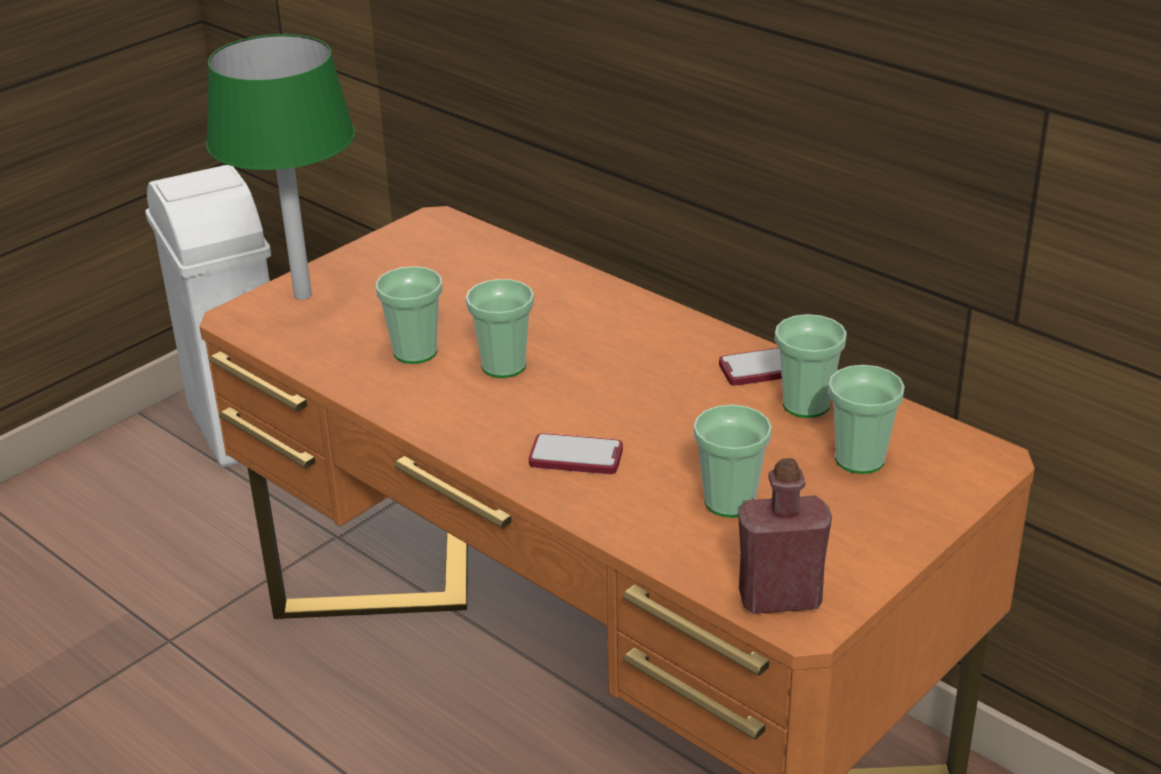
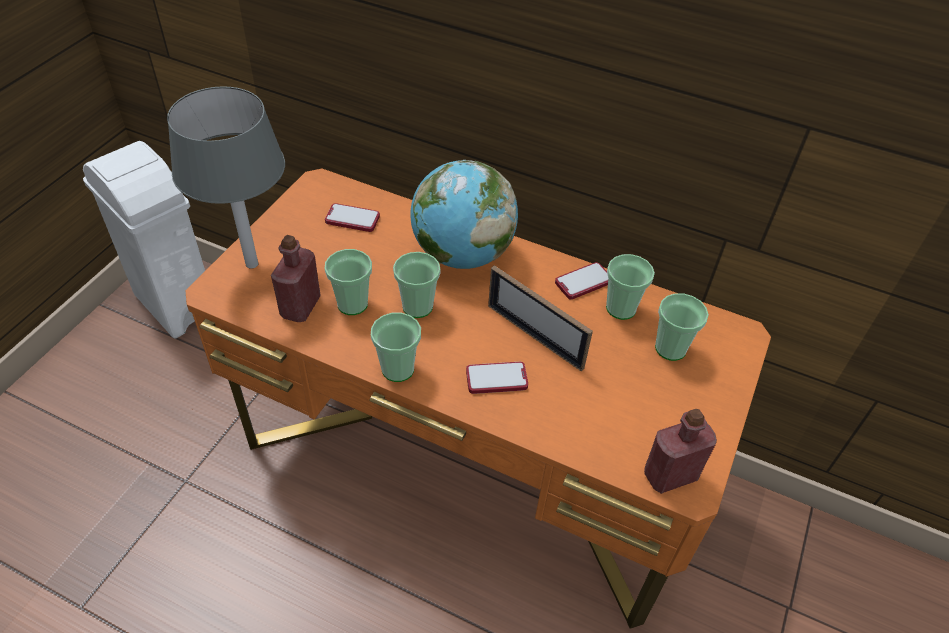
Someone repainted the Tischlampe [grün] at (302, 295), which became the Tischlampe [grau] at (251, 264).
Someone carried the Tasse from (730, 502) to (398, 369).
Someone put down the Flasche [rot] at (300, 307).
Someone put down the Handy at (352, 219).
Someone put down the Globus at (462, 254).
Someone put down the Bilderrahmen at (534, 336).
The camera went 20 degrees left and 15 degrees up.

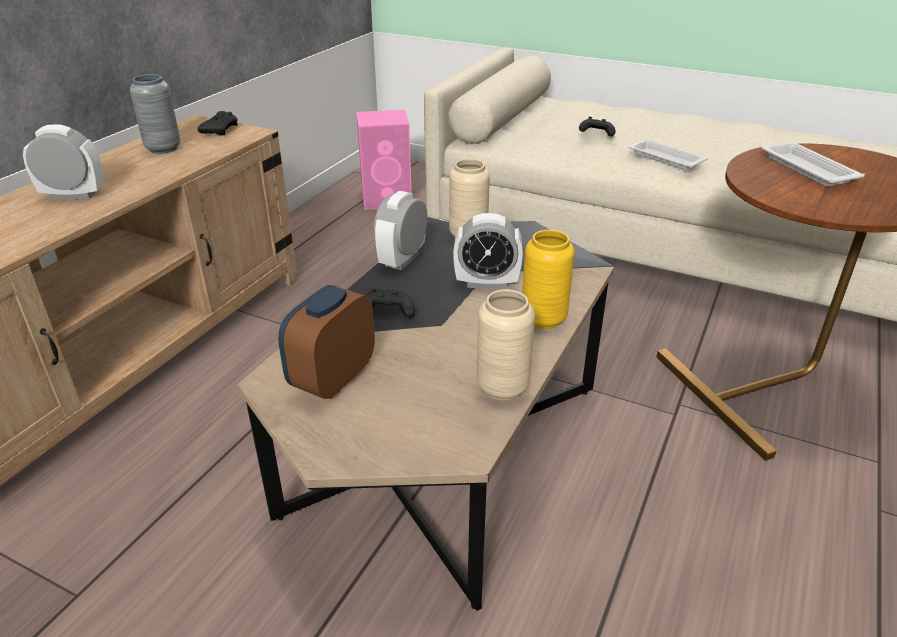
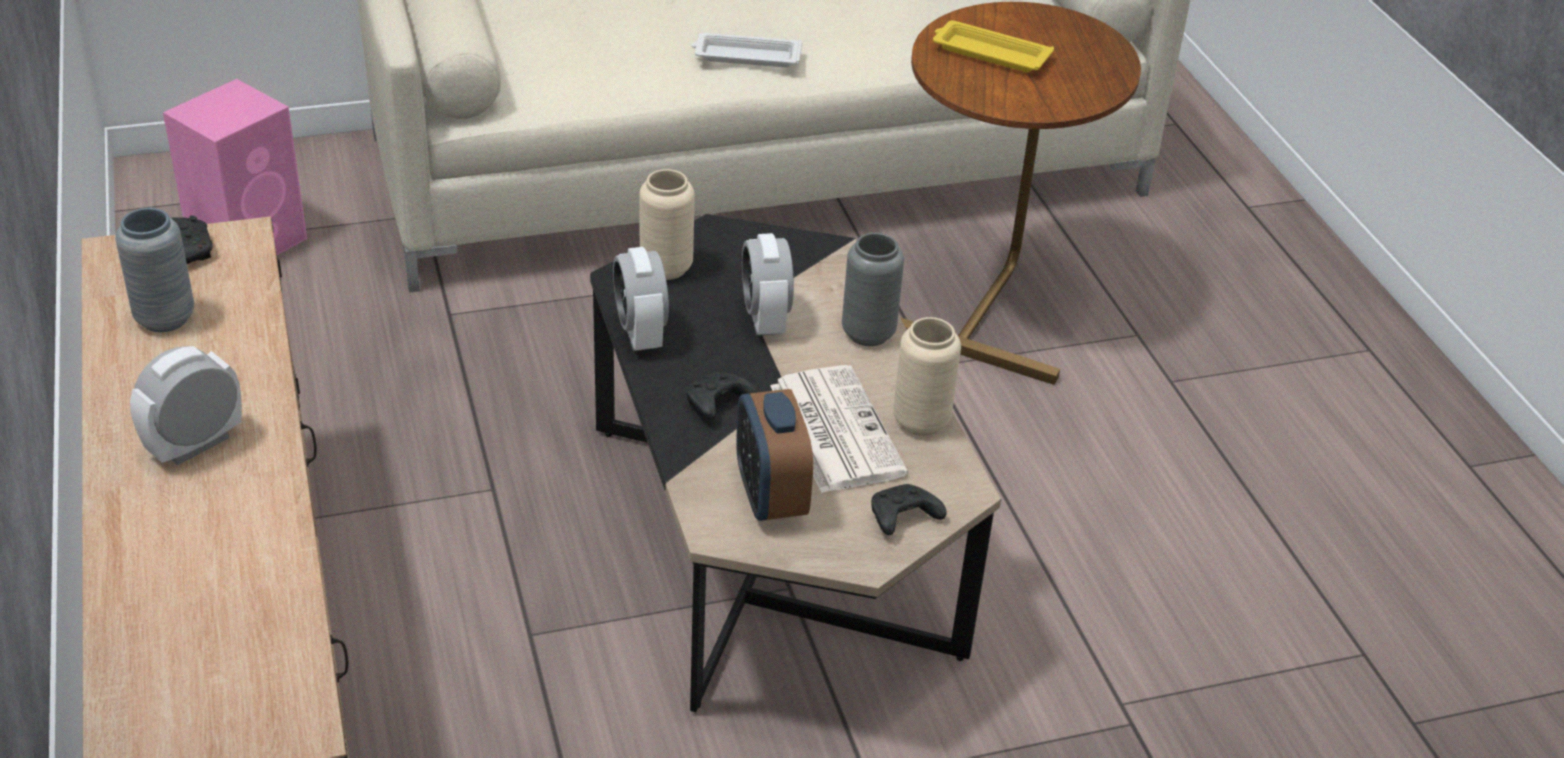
Someone rotated the Wecker at (486, 283) by 120 degrees clockwise.
Someone repainted the Vase [gelb] at (543, 319), which became the Vase [grau] at (868, 333).
Someone carried the Gamepad [schwarz] from (596, 133) to (902, 518).
Someone repainted the Tablett [weiß] at (806, 168), which became the Tablett [gelb] at (989, 53).
Someone put down the Zeitung at (834, 429).
The camera went 45 degrees left and 5 degrees up.

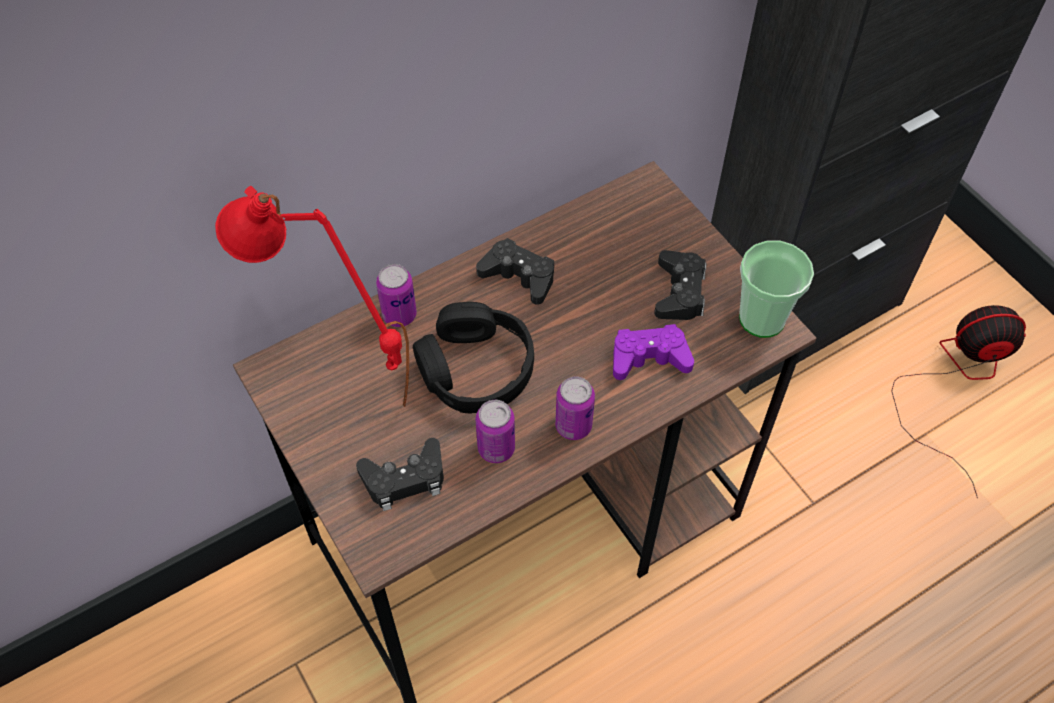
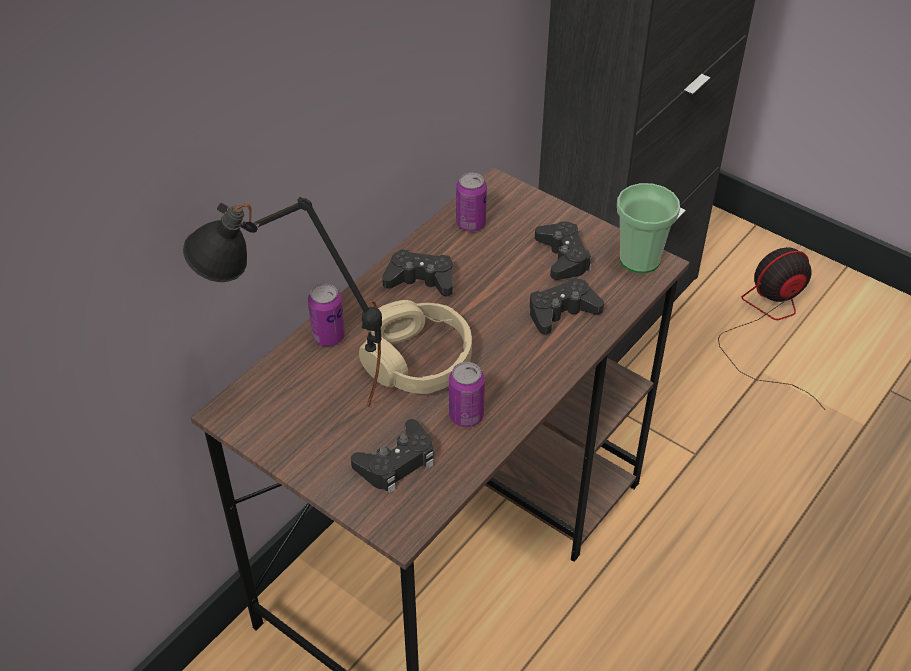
Someone repainted the Tischlampe [rot] at (340, 389), which became the Tischlampe [schwarz] at (302, 409).
Someone repainted the Kopfhörer [schwarz] at (475, 369), which became the Kopfhörer [beige] at (418, 360).
Someone carried the Dose from (573, 426) to (471, 224).
Someone repainted the Gamepad [lila] at (649, 358), which became the Gamepad [schwarz] at (562, 312).
The camera went 20 degrees left and 10 degrees down.

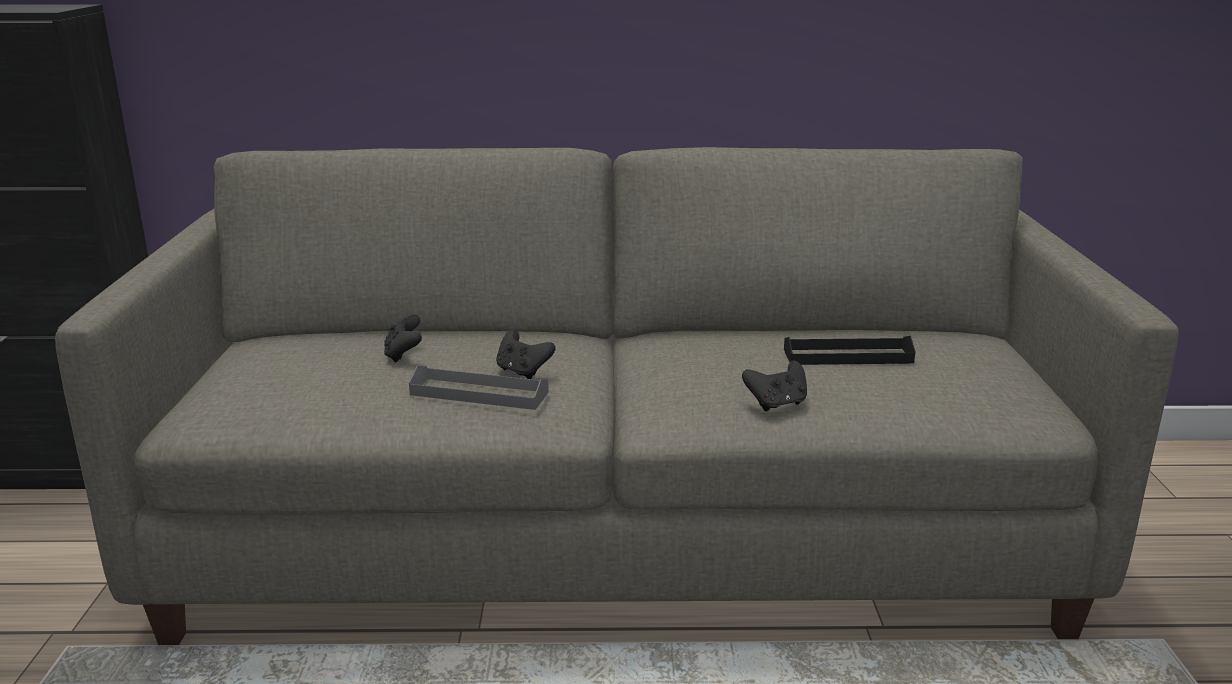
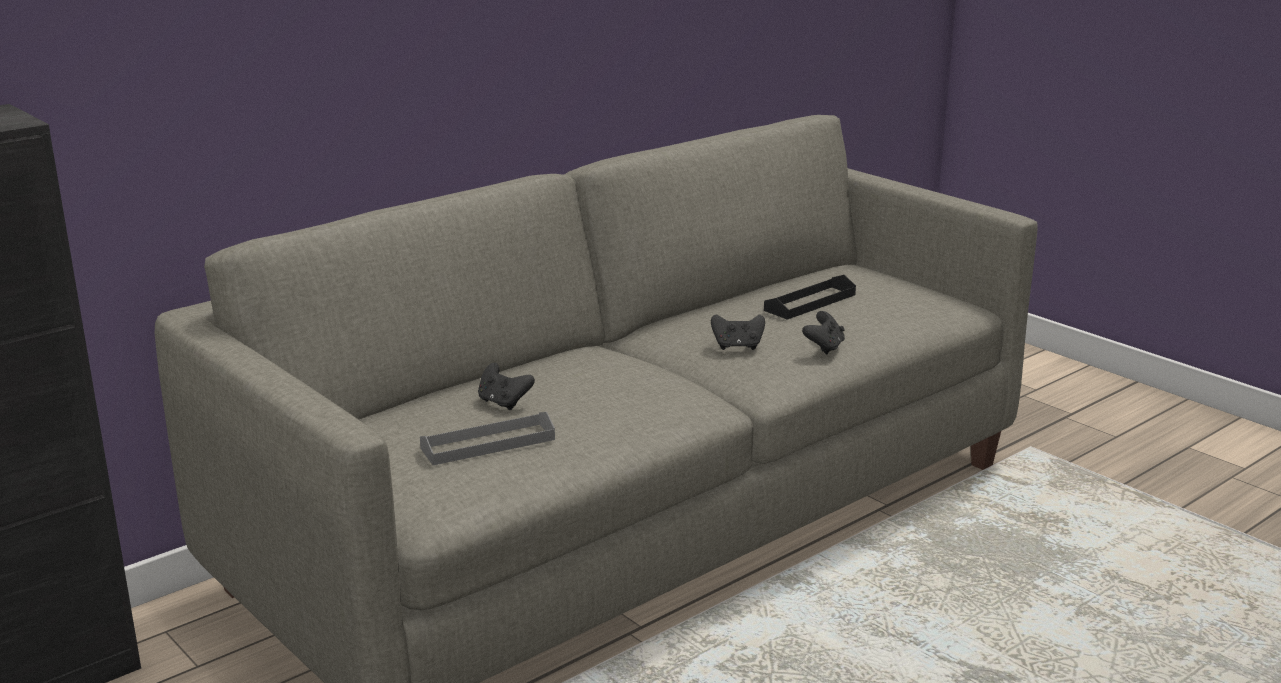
Someone carried the Tablett [grau] from (479, 393) to (488, 444).
Someone carried the Gamepad [schwarz] from (523, 372) to (737, 347).
The camera went 40 degrees left and 0 degrees up.

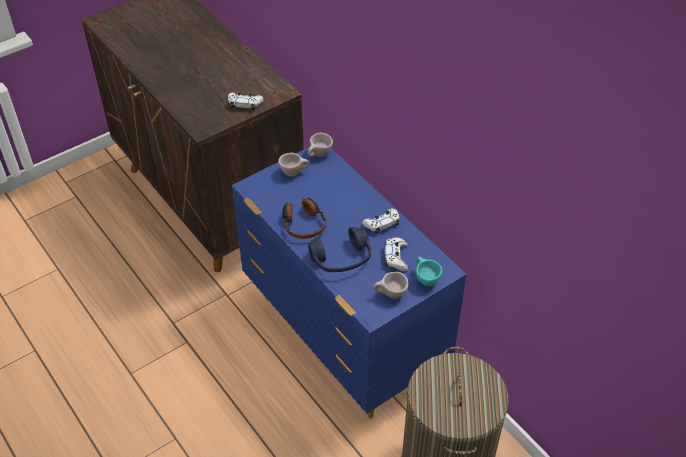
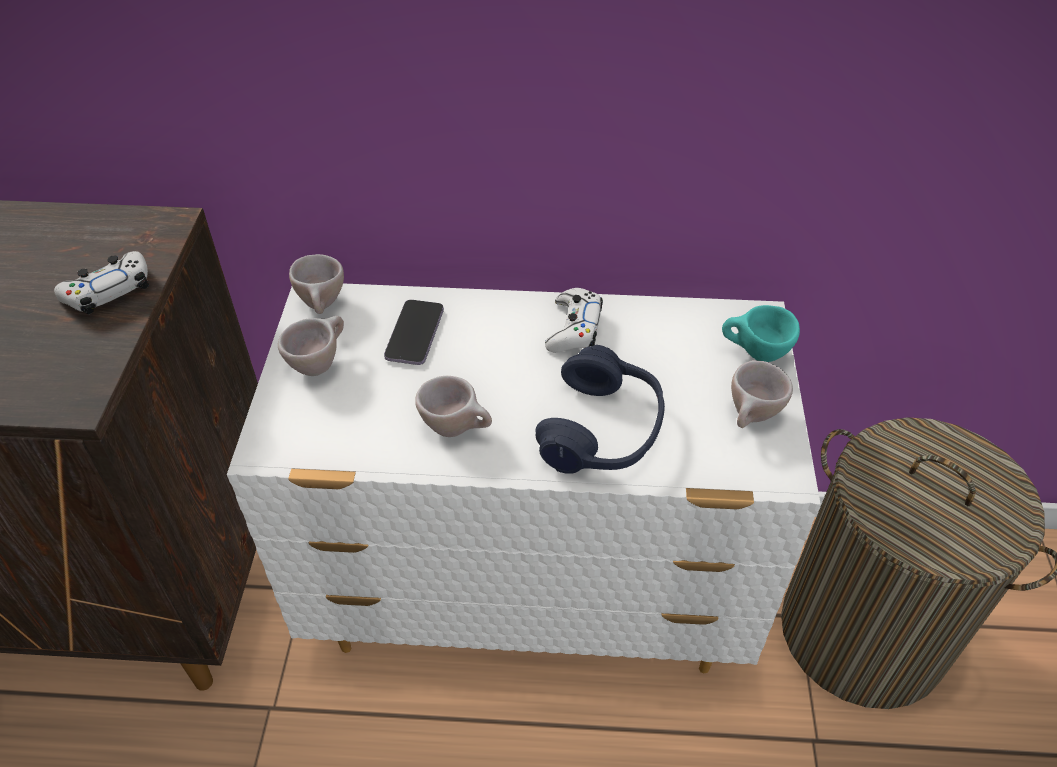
Someone repainted the Kommode [blau] at (344, 339), which became the Kommode [weiß] at (531, 599).
Someone swapped the Kopfhörer at (303, 223) for the Tasse [beige] at (457, 428).
Someone took away the Gamepad [weiß] at (396, 257).
Someone put down the Handy at (415, 334).
The camera went 50 degrees left and 0 degrees up.

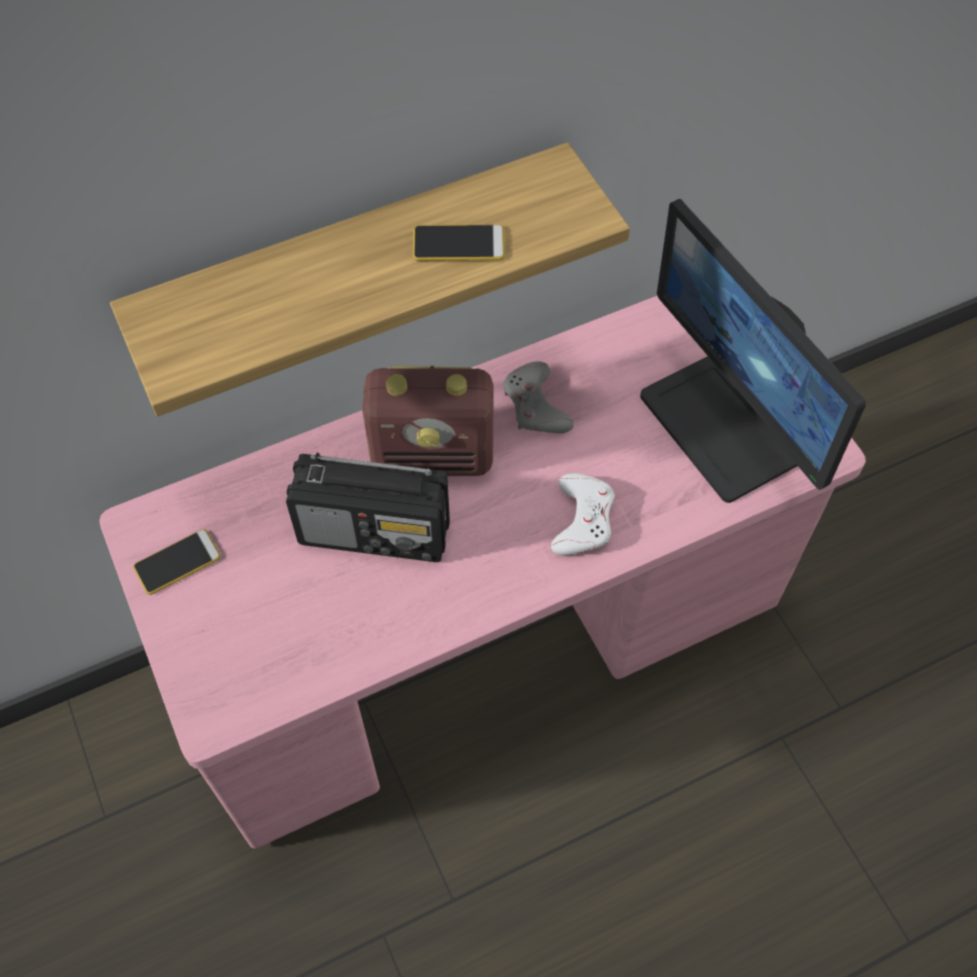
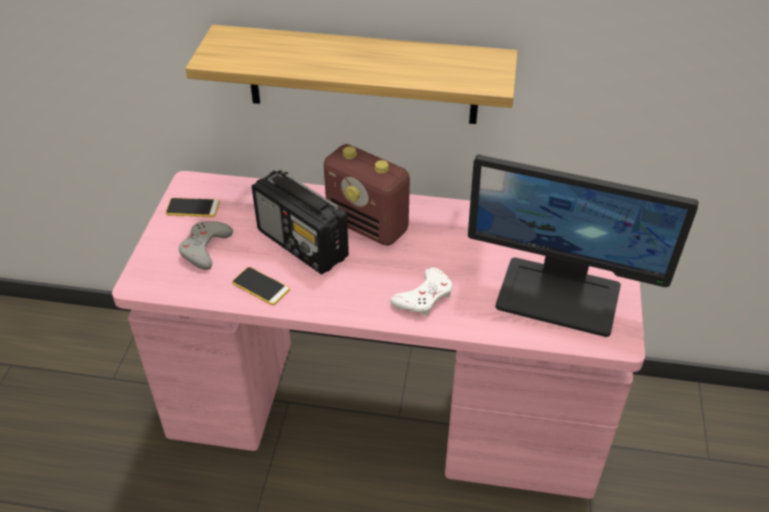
Someone carried the Handy from (458, 244) to (260, 286).
Someone carried the Gamepad [grau] from (535, 405) to (205, 248).
Someone rotated the Monitor at (725, 426) by 75 degrees counterclockwise.
The camera went 35 degrees right and 15 degrees down.

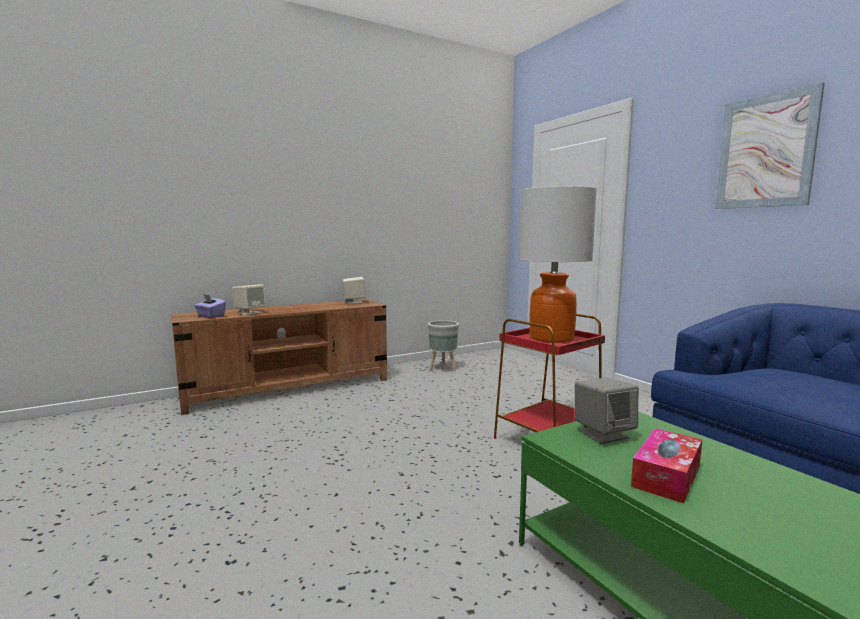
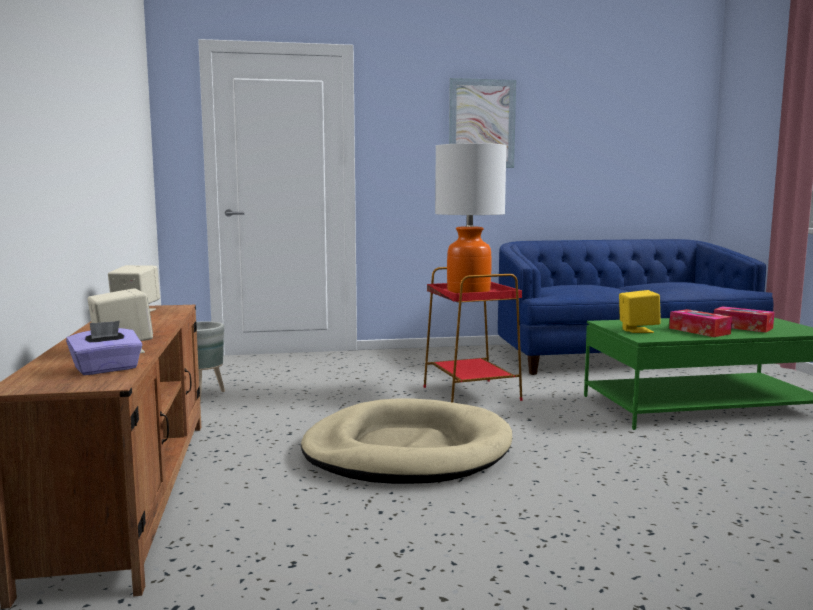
Someone repainted the Lautsprecher [grau] at (603, 434), which became the Lautsprecher [gelb] at (637, 330).
Someone put down the Hundebett [beige] at (406, 451).
Someone put down the Taschentuchbox at (742, 327).
The camera went 70 degrees left and 0 degrees up.

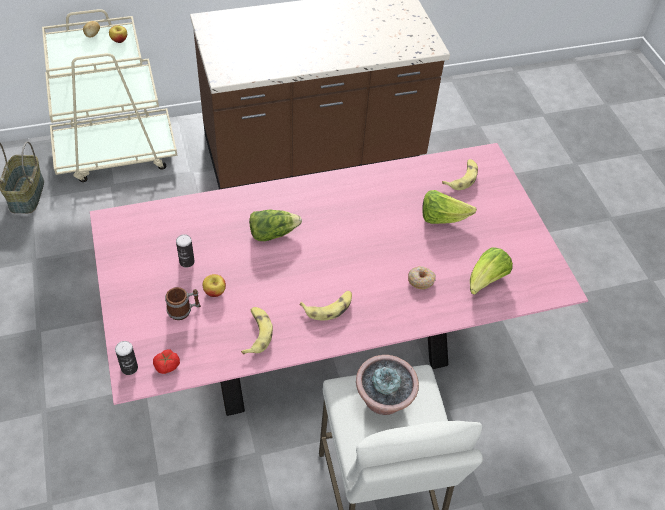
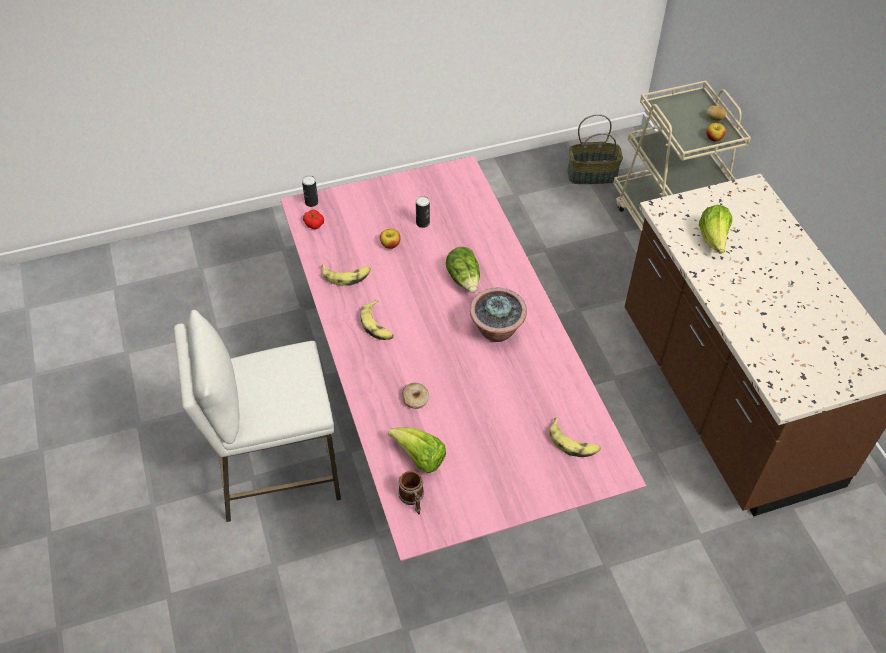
Someone carried the Henkelbecher from (184, 310) to (413, 499).
Someone carried the Topfpflanze from (383, 400) to (496, 331).
Someone carried the Salatkopf from (442, 218) to (713, 239).
The camera went 90 degrees right and 0 degrees up.

